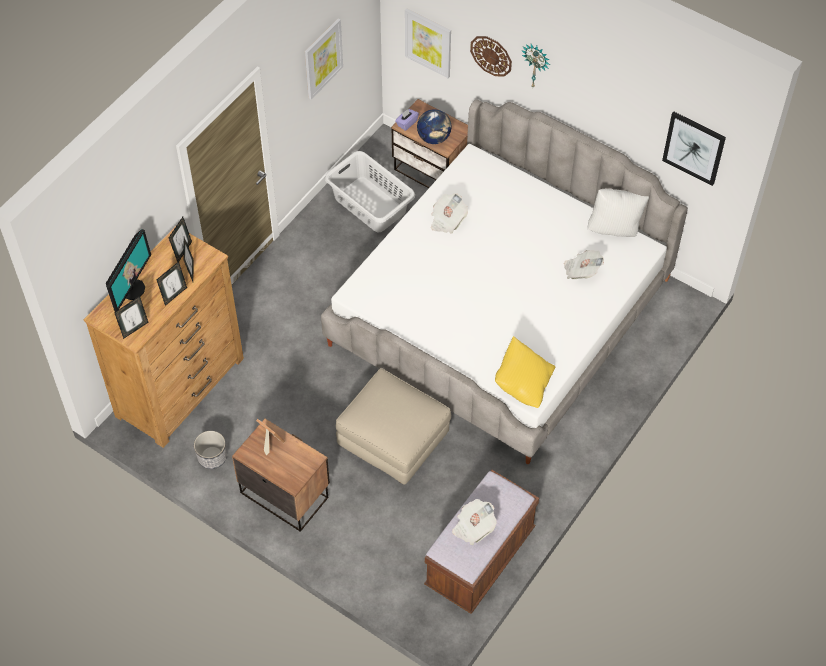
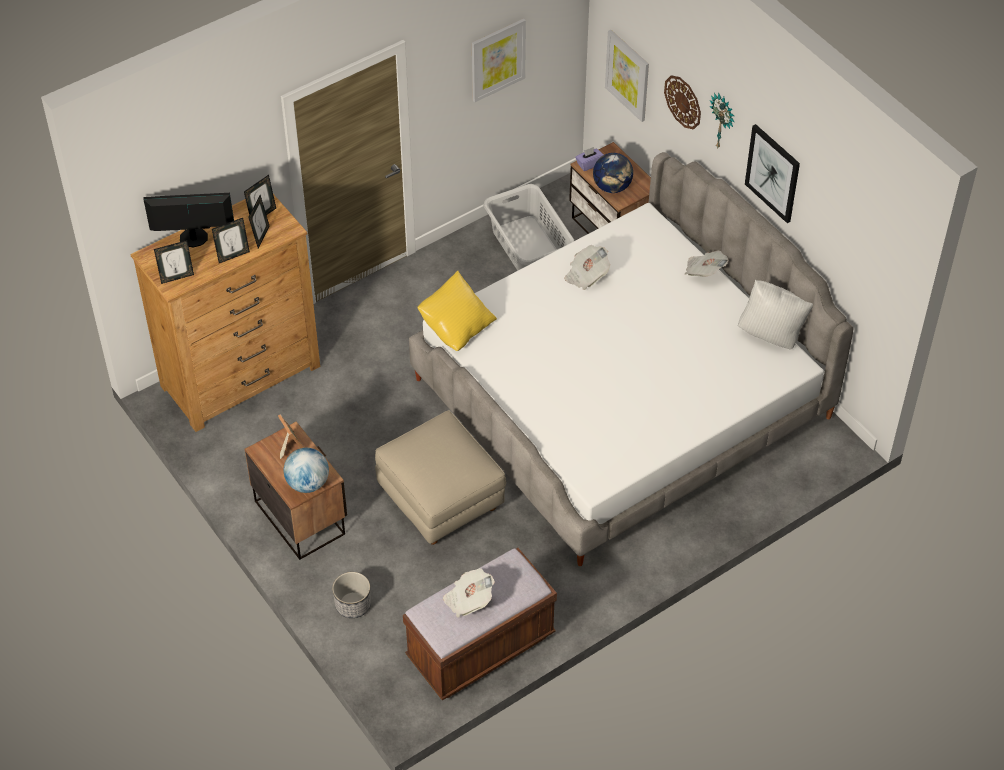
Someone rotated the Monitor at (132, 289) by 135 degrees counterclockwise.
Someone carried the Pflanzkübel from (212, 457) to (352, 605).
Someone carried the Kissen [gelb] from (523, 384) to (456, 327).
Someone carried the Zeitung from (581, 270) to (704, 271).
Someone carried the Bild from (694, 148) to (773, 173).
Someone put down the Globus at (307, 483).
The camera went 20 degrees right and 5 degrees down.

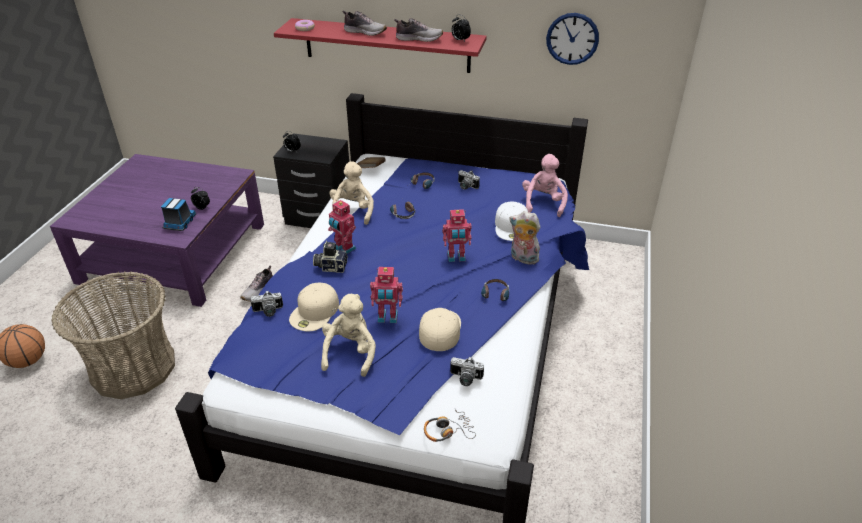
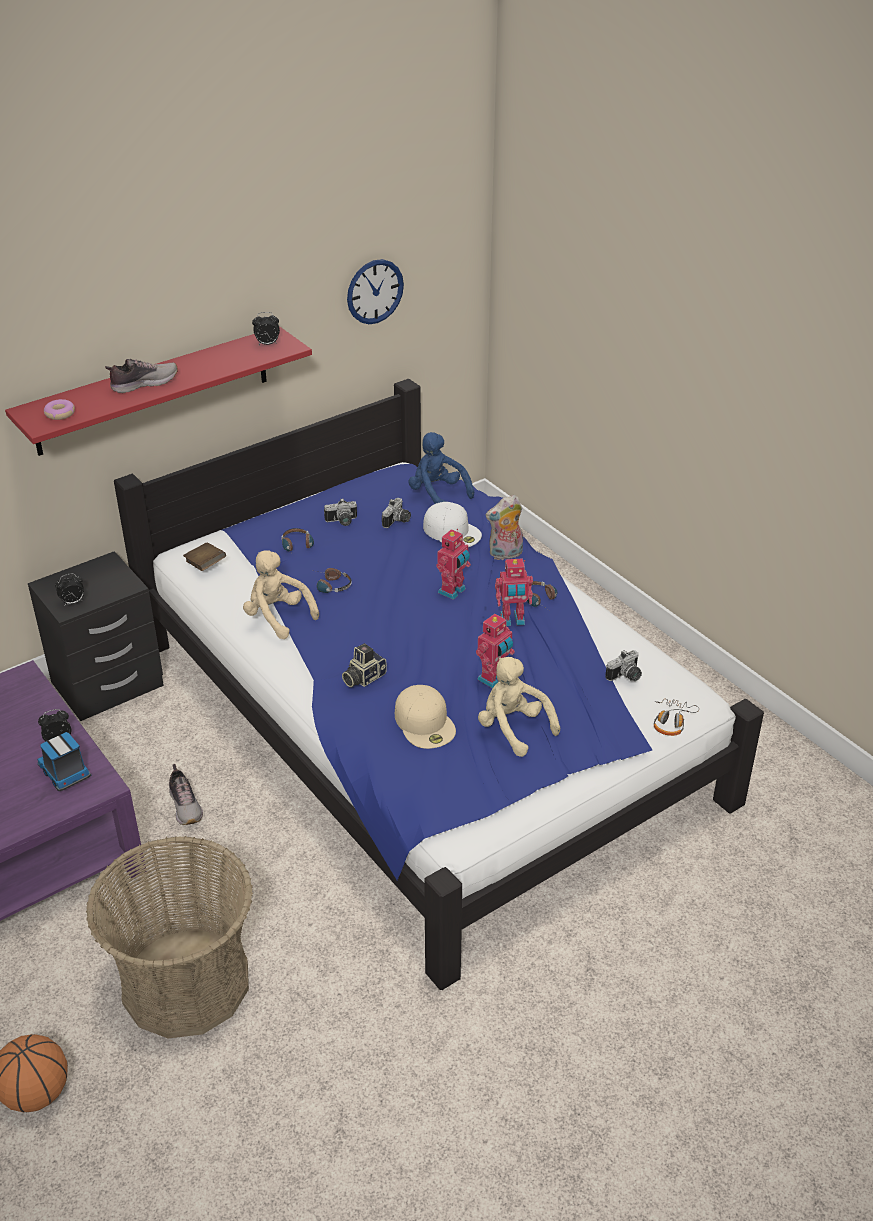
Someone carried the Kamera from (268, 311) to (398, 521).
Someone carried the Spielzeugroboter from (343, 249) to (512, 620).
Someone took away the Schuh at (418, 39).
Someone took away the Kappe [beige] at (439, 329).
Someone repainted the Plüschtier [rosa] at (543, 203), which became the Plüschtier [blau] at (437, 494).
The camera went 50 degrees left and 0 degrees up.

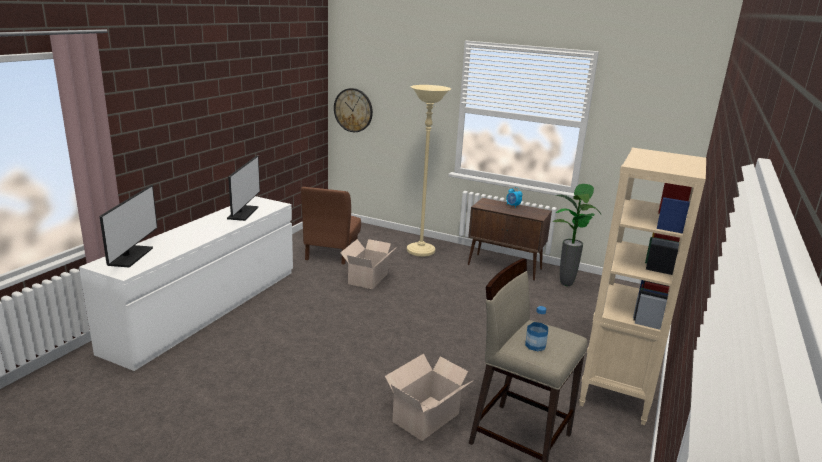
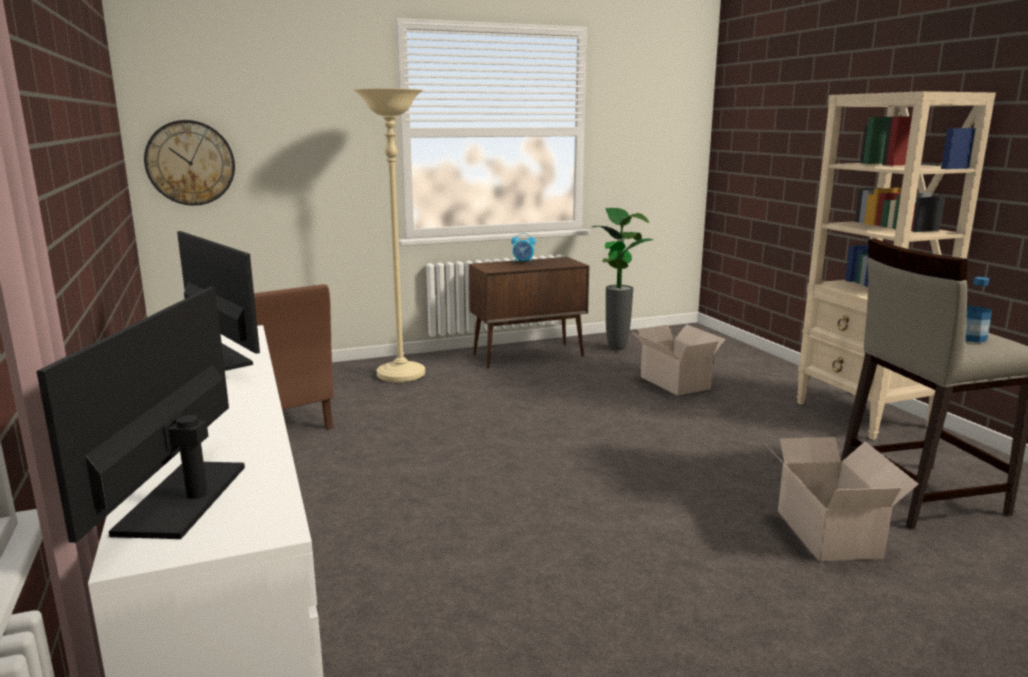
Someone rotated the Monitor at (130, 256) by 135 degrees counterclockwise.
Someone carried the Karton from (369, 278) to (674, 382).
The camera went 45 degrees left and 5 degrees down.

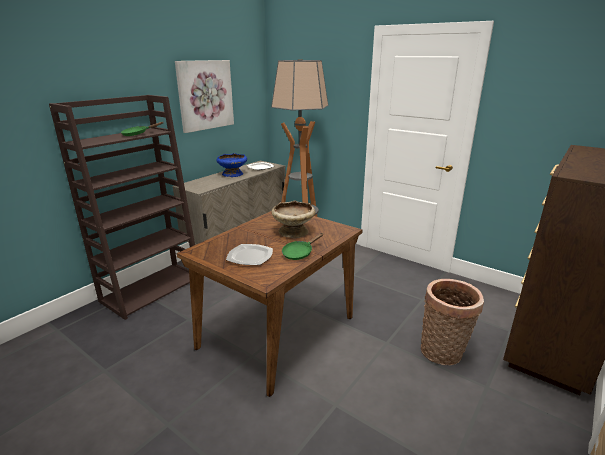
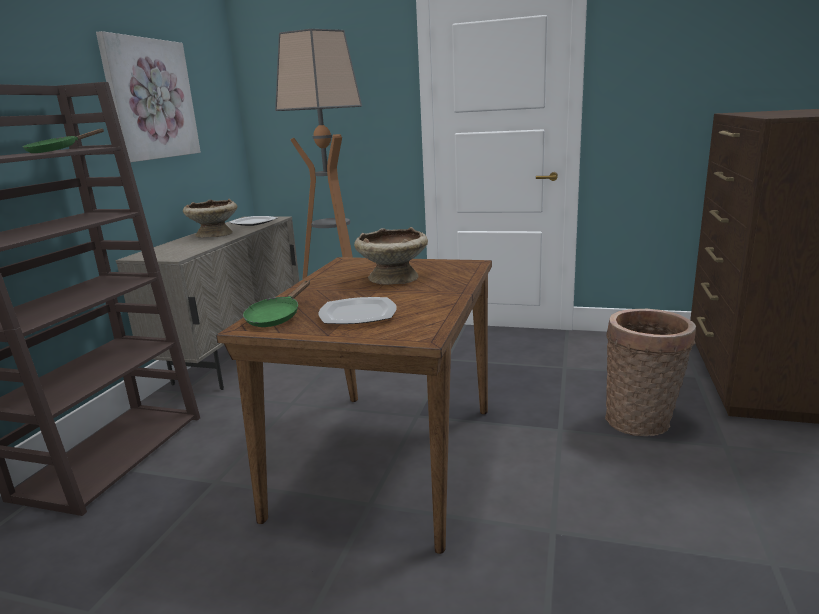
Someone repainted the Schüssel [blau] at (233, 174), which became the Schüssel [beige] at (214, 234).
Someone carried the Pfanne [grün] from (299, 253) to (276, 317).
The camera went 20 degrees left and 5 degrees down.

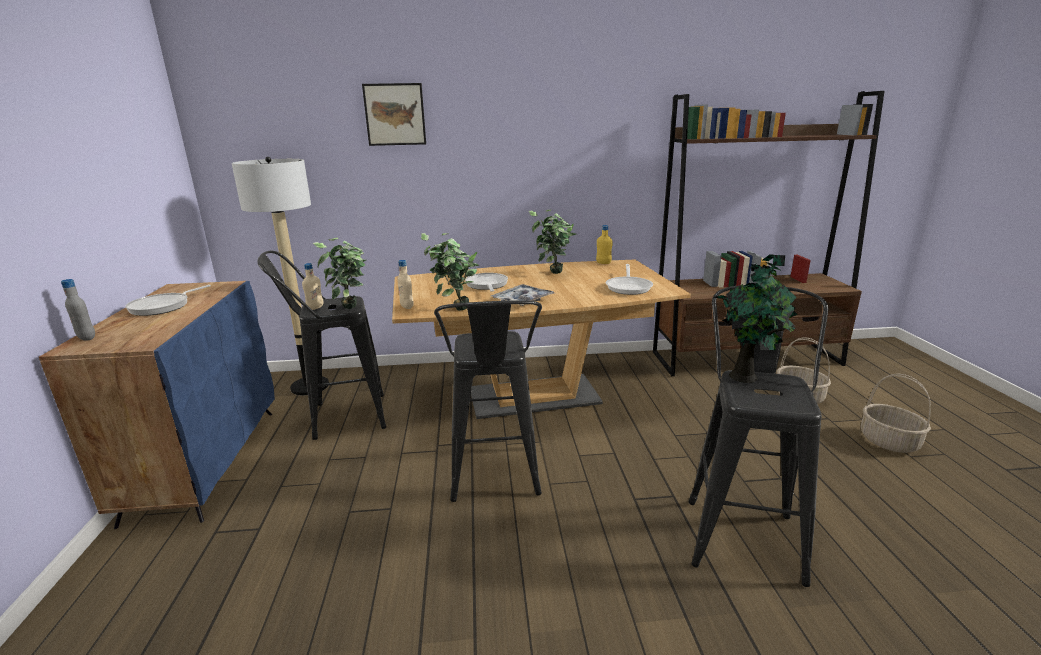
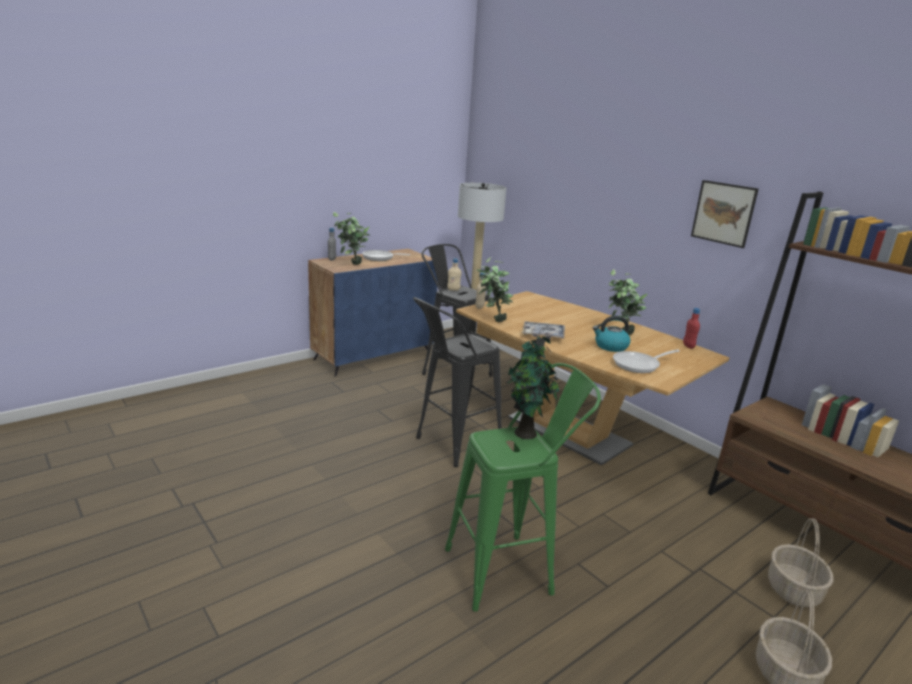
Someone carried the Topfpflanze from (349, 310) to (351, 265).
Someone carried the Bild from (395, 114) to (723, 213).
Someone took away the Pfanne at (487, 285).
Someone repainted the Flasche [gelb] at (603, 263), which became the Flasche [rot] at (688, 346).
Someone repainted the Hocker [schwarz] at (742, 530), which became the Hocker [grün] at (509, 569).
Someone put down the Wasserkessel at (610, 346).
The camera went 55 degrees right and 0 degrees up.

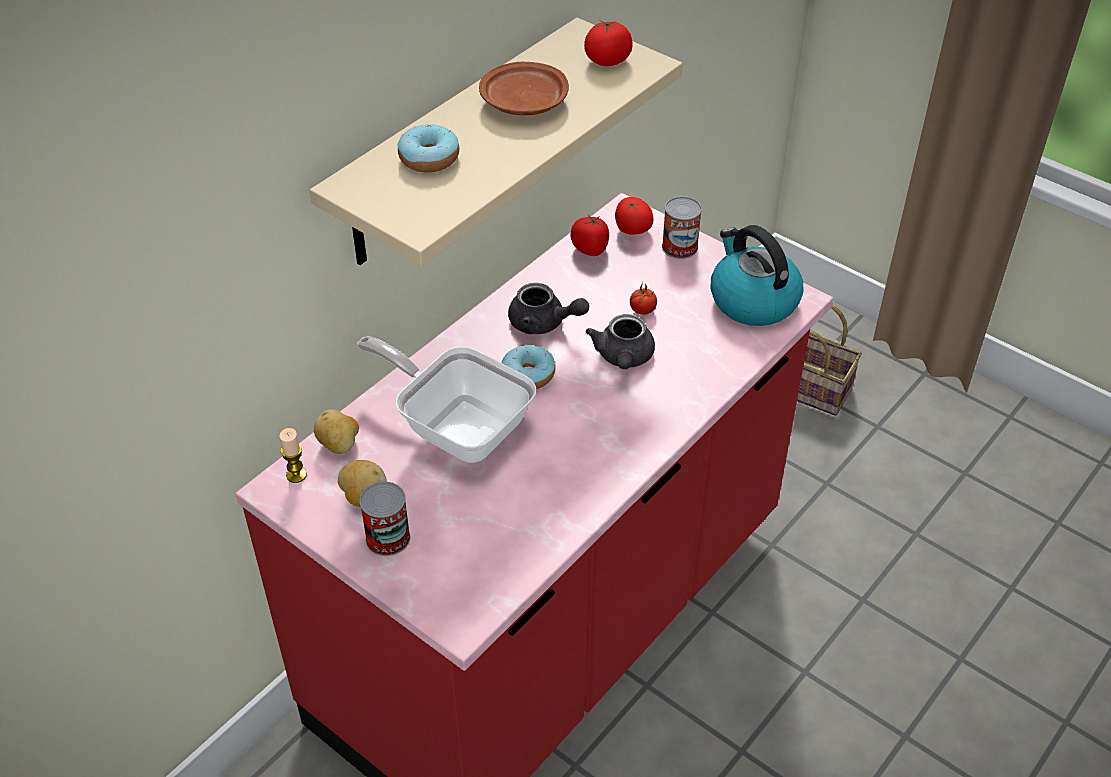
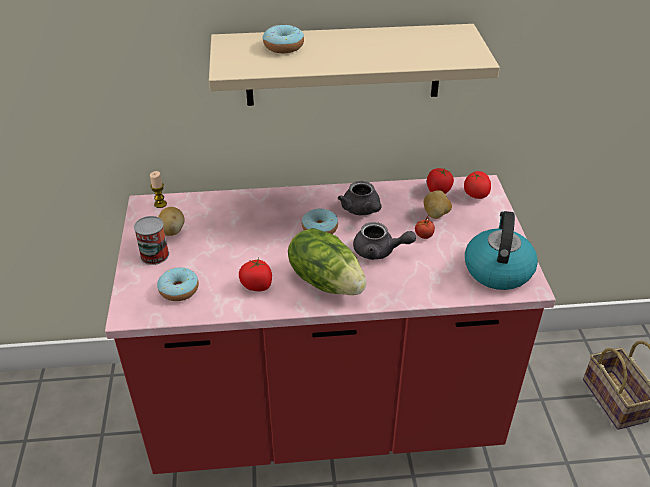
Someone carried the Kartoffel from (339, 445) to (436, 214).
Someone took away the Pfanne at (457, 427).
Someone took away the Teller [braun] at (523, 103).
Someone carried the Tomate from (607, 61) to (257, 285).
Someone rotated the Teekanne [grau] at (623, 358) by 120 degrees counterclockwise.
Someone took away the Dose at (679, 247).
Someone put down the Donut at (179, 290).
Someone put down the Salatkopf at (326, 281).
The camera went 45 degrees right and 5 degrees down.

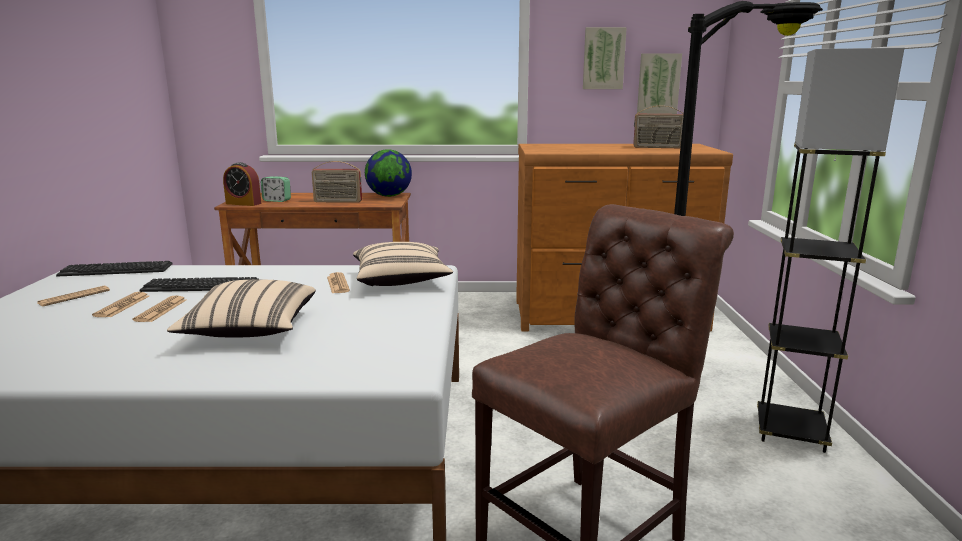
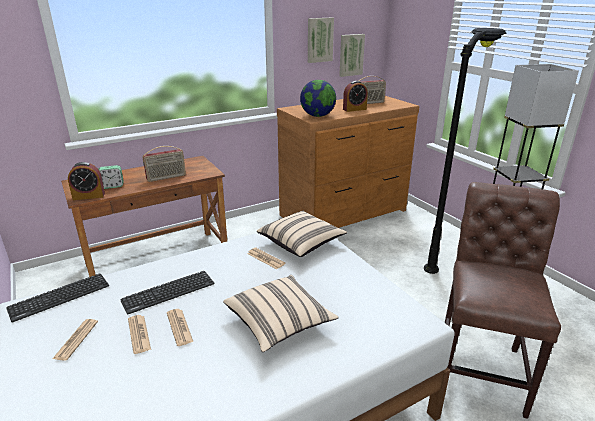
Someone carried the Globus from (389, 196) to (317, 116).
Someone put down the Wecker at (354, 109).
The camera went 30 degrees left and 10 degrees up.

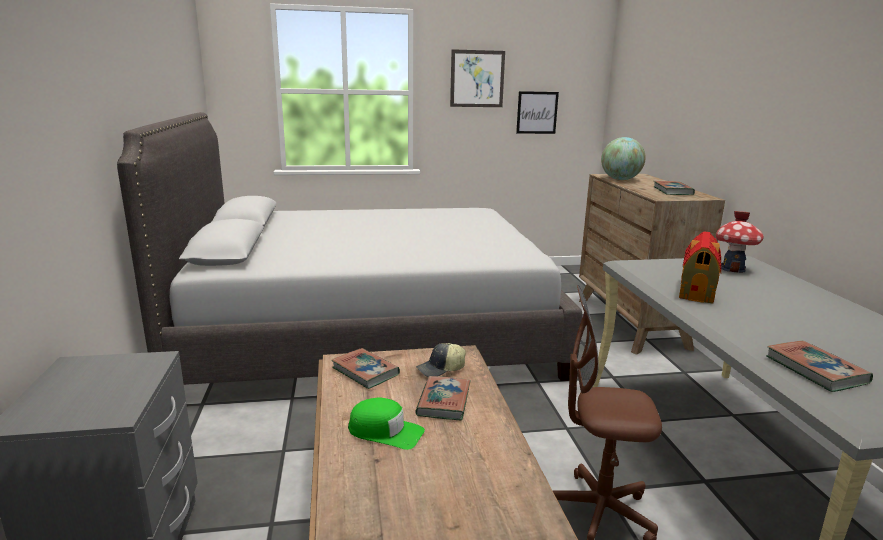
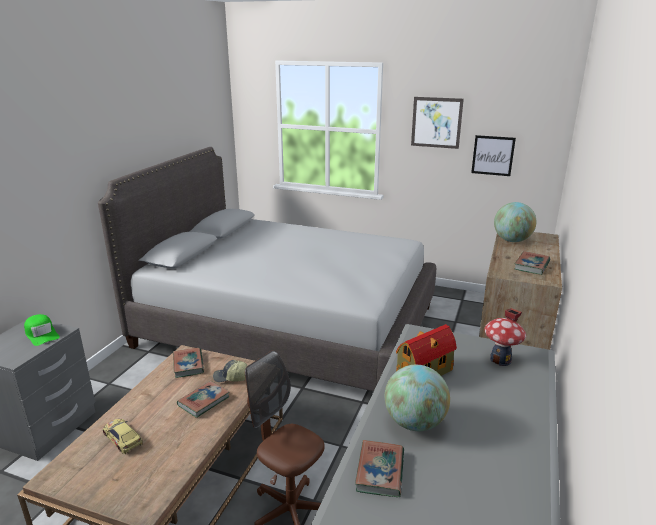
Someone carried the Kappe [grün] from (385, 431) to (42, 334).
Someone put down the Spielzeugauto at (122, 438).
Someone put down the Globus at (415, 423).
The camera went 30 degrees right and 5 degrees up.

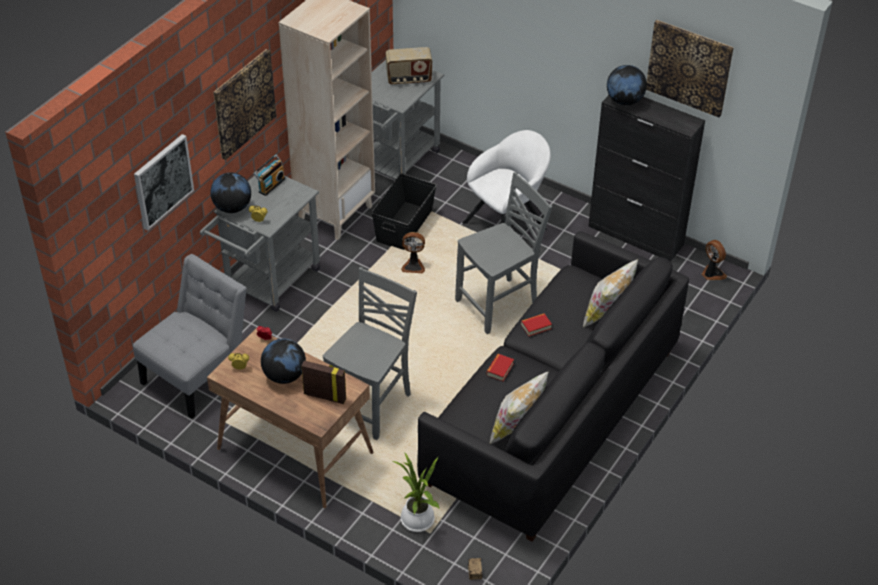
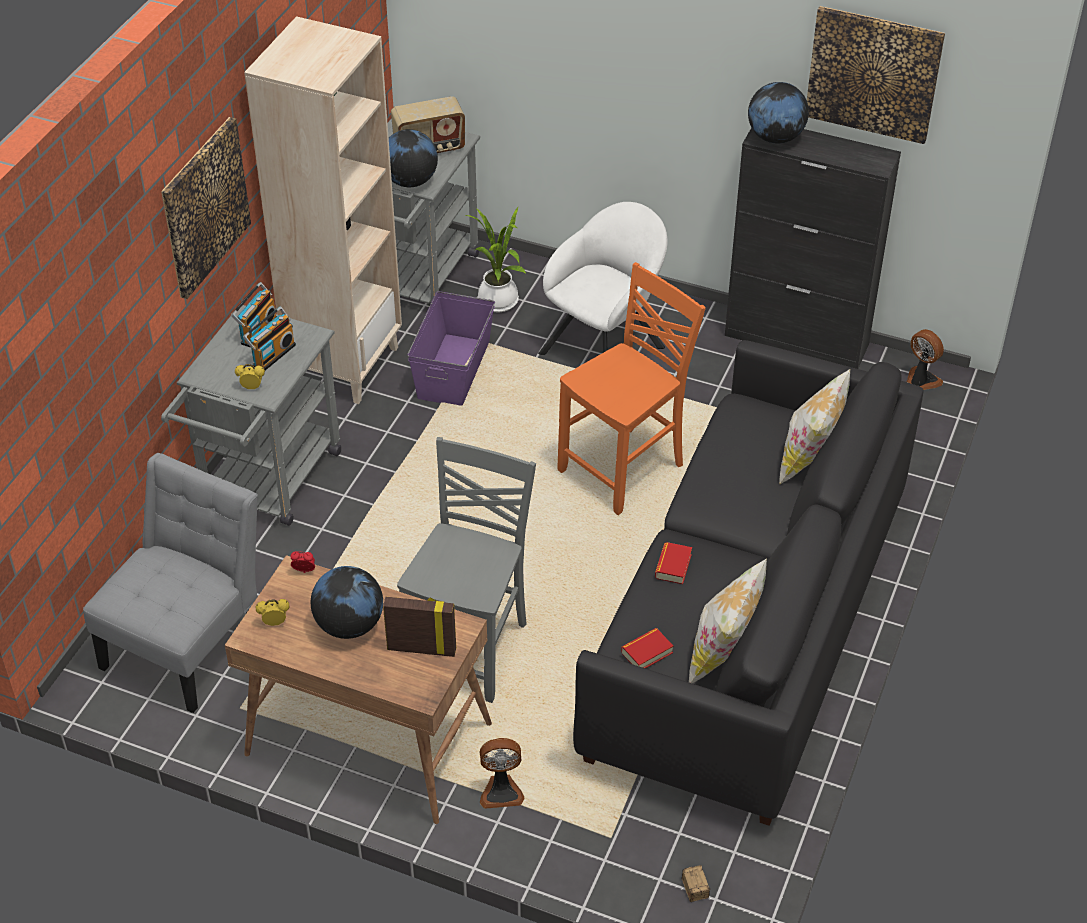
Someone took away the Bild at (162, 181).
Someone carried the Globus from (232, 207) to (410, 181).
Someone repainted the Aufbewahrungsbox [schwarz] at (405, 225), which became the Aufbewahrungsbox [lila] at (454, 369).
Someone carried the Topfpflanze from (417, 522) to (499, 303).
Someone carried the Ventilator from (413, 266) to (501, 791).
Someone repainted the Stuhl [grau] at (499, 305), which became the Stuhl [orange] at (625, 469).
Someone carried the Buch from (536, 326) to (647, 653).
Someone put down the Radio at (272, 354).
The camera went 10 degrees left and 0 degrees up.

